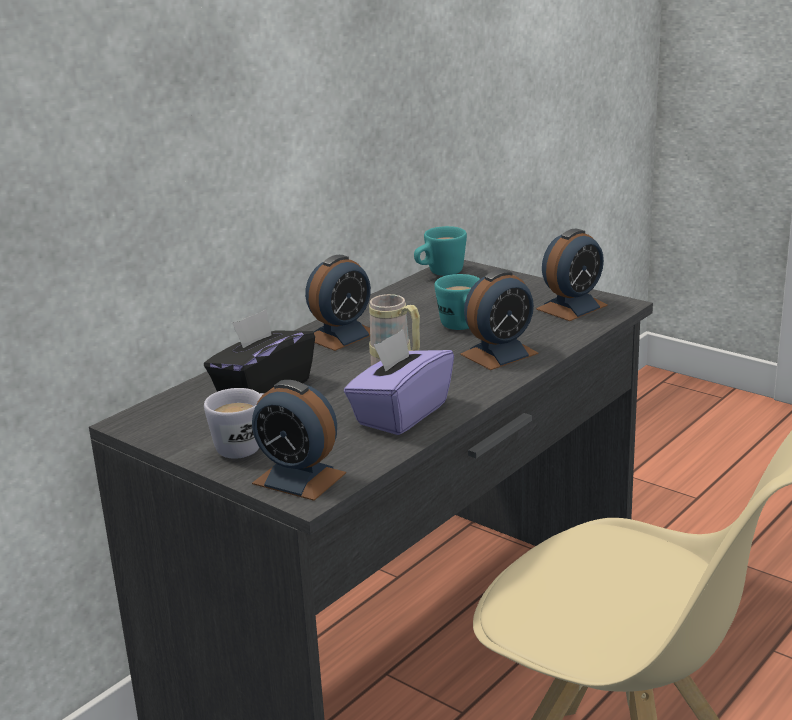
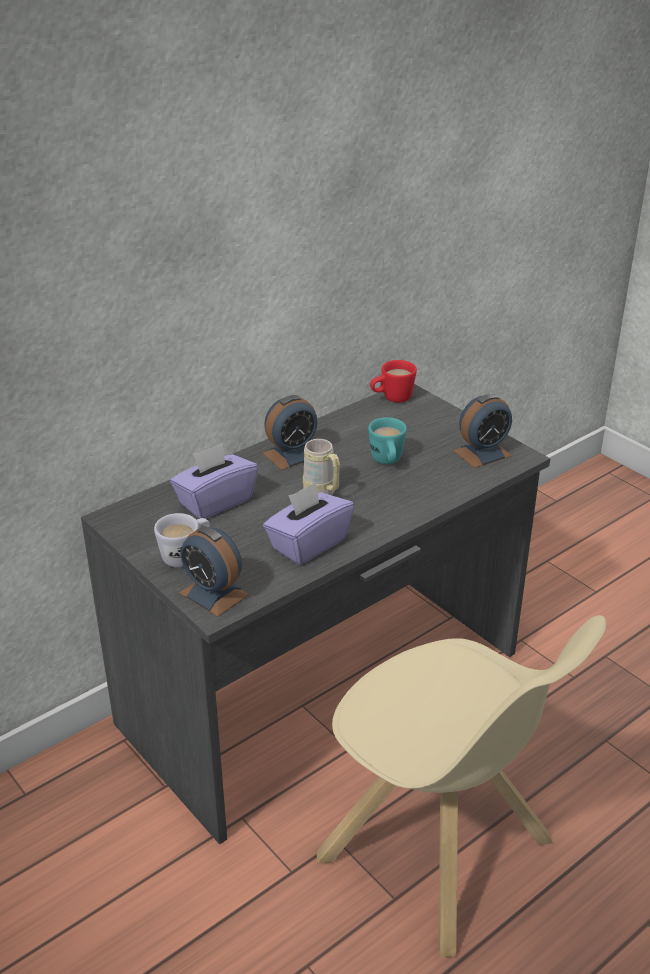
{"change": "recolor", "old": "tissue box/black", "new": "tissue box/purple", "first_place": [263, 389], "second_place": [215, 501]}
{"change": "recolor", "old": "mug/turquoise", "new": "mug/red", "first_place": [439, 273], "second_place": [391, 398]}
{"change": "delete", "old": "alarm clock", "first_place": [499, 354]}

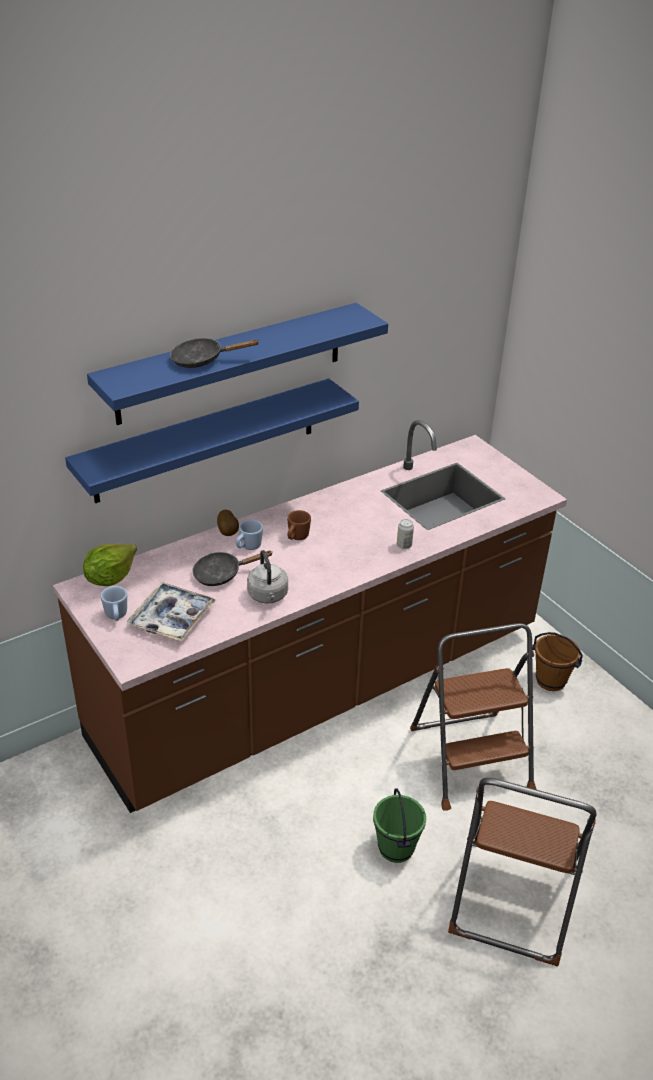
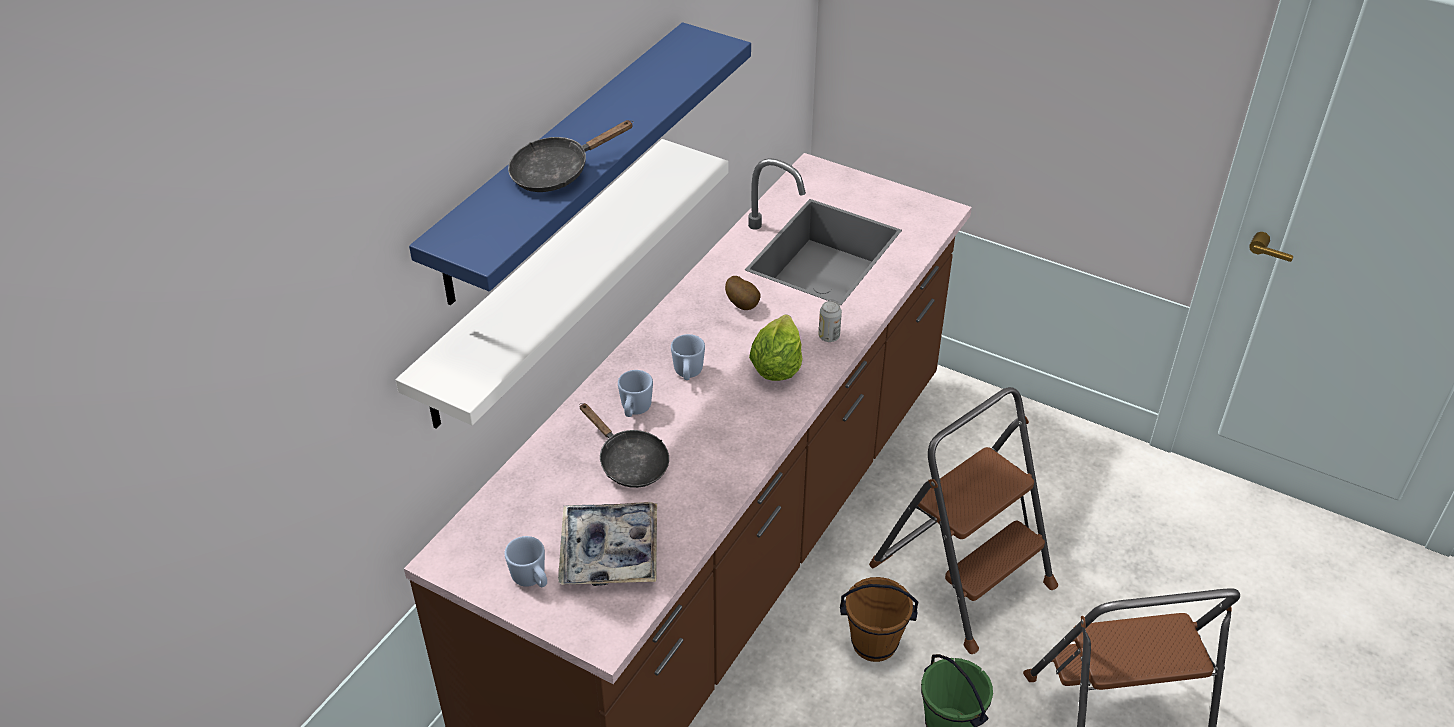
{"change": "recolor", "old": "shelf/blue", "new": "shelf/white", "first_place": [206, 440], "second_place": [546, 281]}
{"change": "rotate", "old": "frying pan/black", "first_place": [222, 574], "second_place": [629, 462], "degrees": -90}
{"change": "recolor", "old": "mug/brown", "new": "mug/blue", "first_place": [296, 538], "second_place": [688, 374]}
{"change": "move", "old": "potato", "first_place": [228, 532], "second_place": [743, 304]}
{"change": "move", "old": "lettuce", "first_place": [110, 577], "second_place": [776, 367]}
{"change": "move", "old": "bucket/brown", "first_place": [551, 680], "second_place": [874, 643]}
{"change": "delete", "old": "kettle/grey", "first_place": [268, 596]}

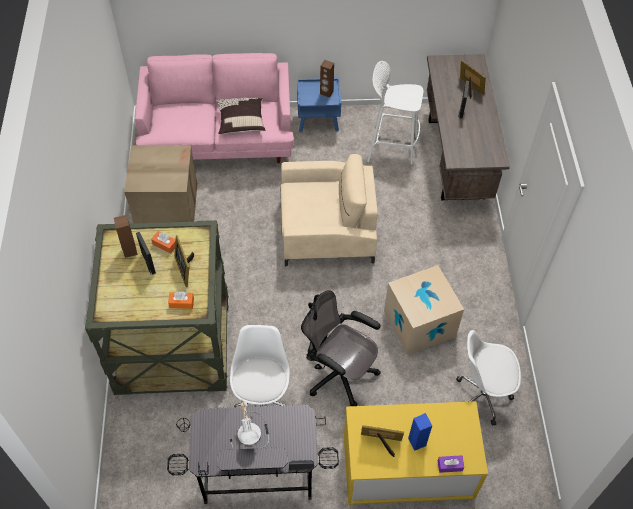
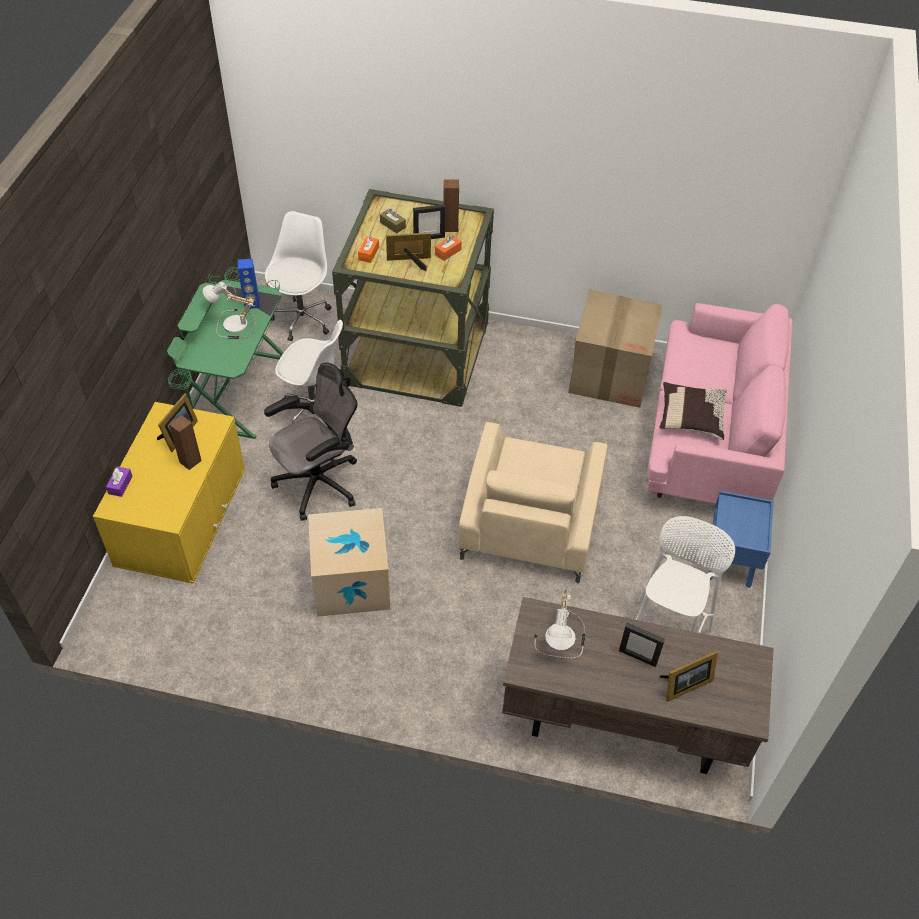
{"change": "recolor", "old": "desk/black", "new": "desk/green", "first_place": [257, 474], "second_place": [239, 391]}
{"change": "move", "old": "speaker/brown", "first_place": [326, 92], "second_place": [190, 461]}
{"change": "move", "old": "speaker/blue", "first_place": [417, 442], "second_place": [252, 304]}
{"change": "move", "old": "office chair/white", "first_place": [480, 397], "second_place": [303, 319]}
{"change": "insert", "new": "tissue box/brown", "second_place": [392, 225]}
{"change": "insert", "new": "table lamp", "second_place": [563, 640]}

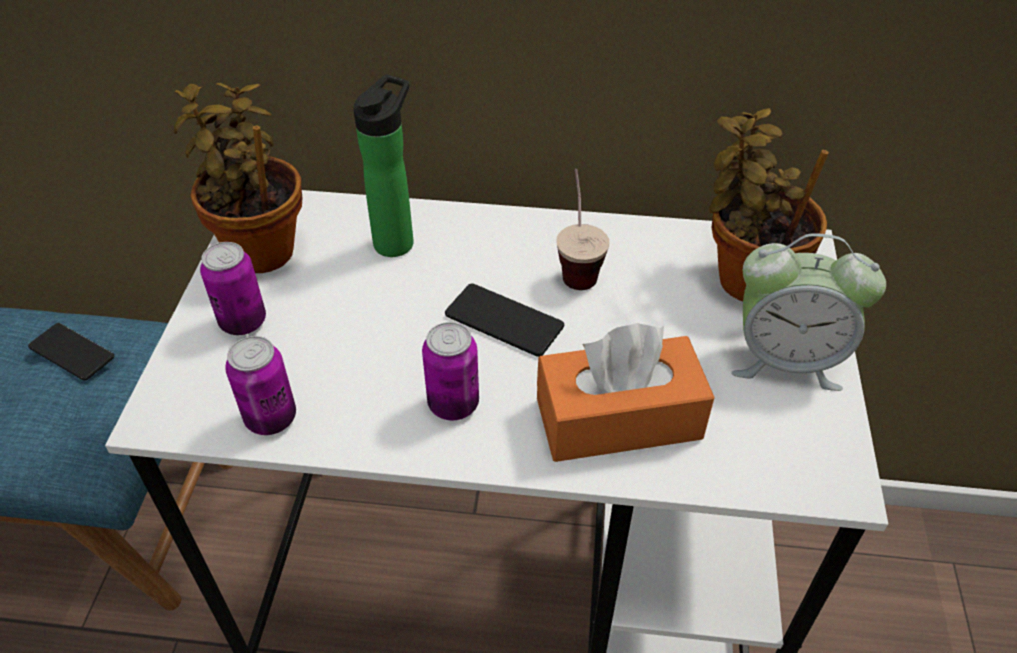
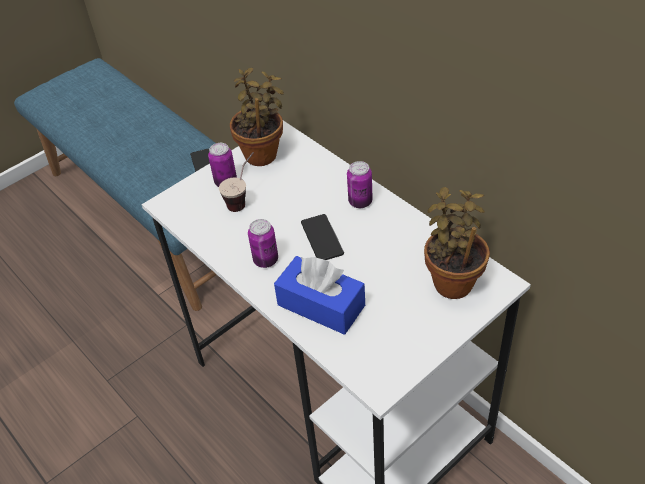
{"change": "move", "old": "cup", "first_place": [577, 265], "second_place": [243, 199]}
{"change": "recolor", "old": "tissue box/orange", "new": "tissue box/blue", "first_place": [618, 418], "second_place": [321, 305]}
{"change": "move", "old": "can", "first_place": [271, 418], "second_place": [360, 202]}
{"change": "delete", "old": "bottle", "first_place": [397, 240]}
{"change": "delete", "old": "alarm clock", "first_place": [786, 360]}

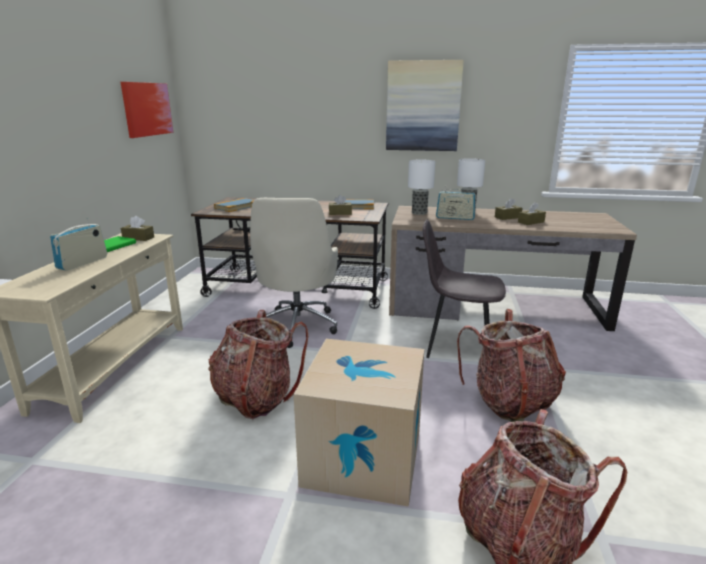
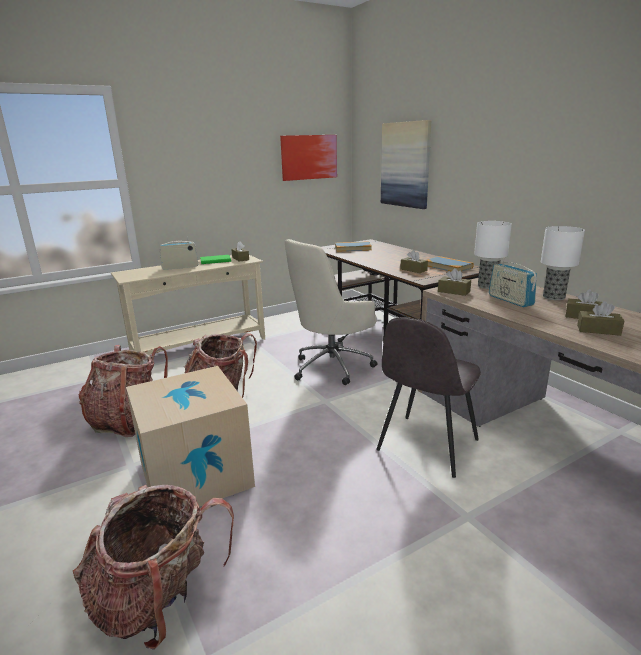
{"change": "move", "old": "backpack", "first_place": [509, 401], "second_place": [128, 421]}
{"change": "rotate", "old": "chair/grey", "first_place": [456, 345], "second_place": [426, 446], "degrees": -120}
{"change": "move", "old": "picture", "first_place": [423, 106], "second_place": [405, 165]}
{"change": "insert", "new": "tissue box/brown", "second_place": [453, 291]}

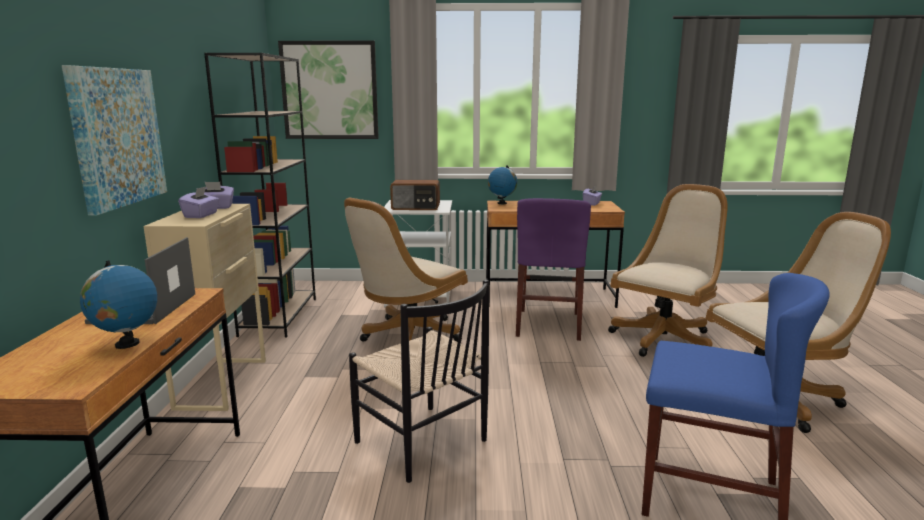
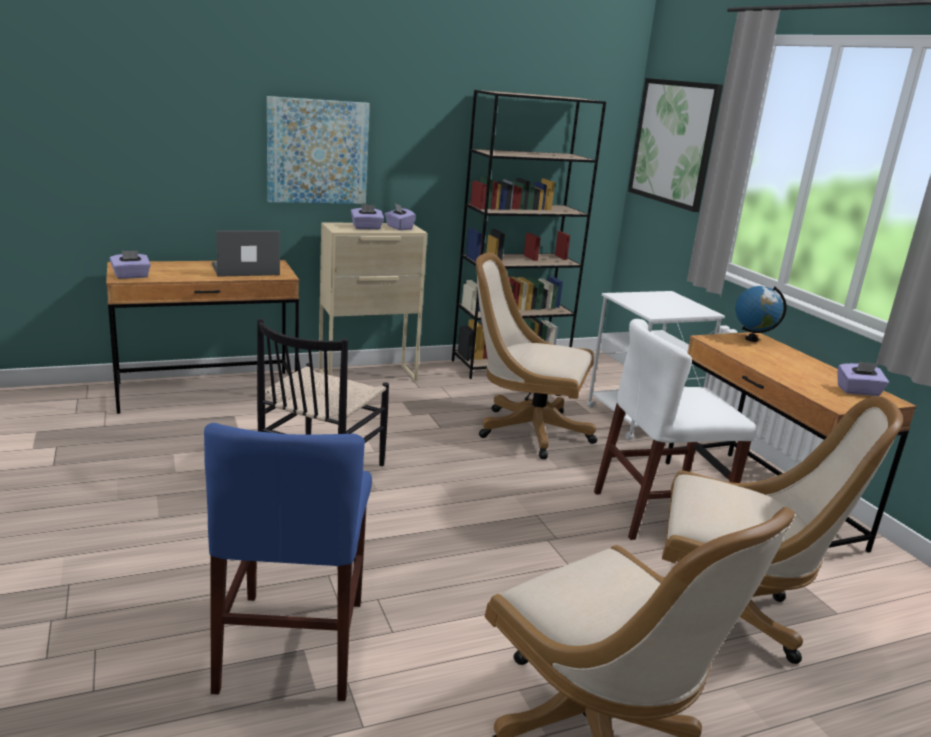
{"change": "insert", "new": "tissue box/purple", "second_place": [131, 276]}
{"change": "recolor", "old": "chair/purple", "new": "chair/white", "first_place": [548, 324], "second_place": [658, 511]}
{"change": "delete", "old": "globe", "first_place": [127, 344]}
{"change": "delete", "old": "radio", "first_place": [416, 207]}

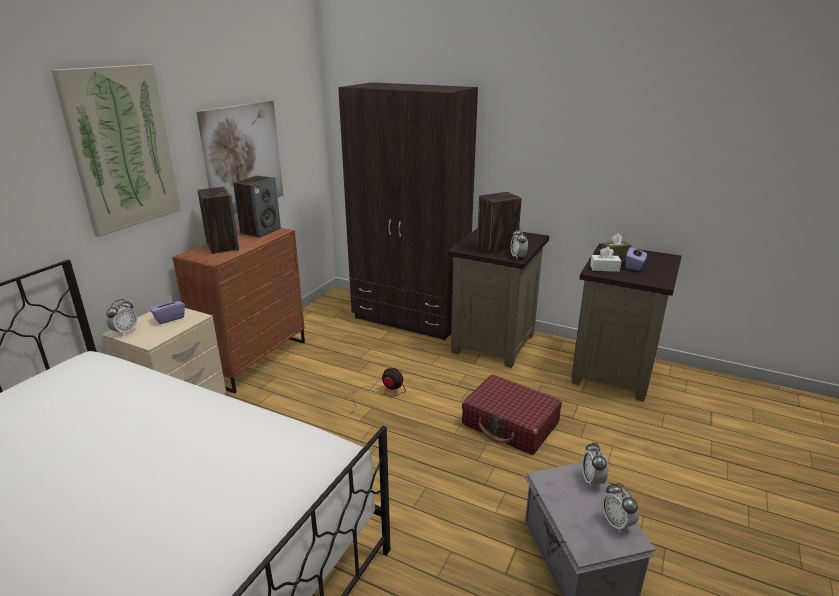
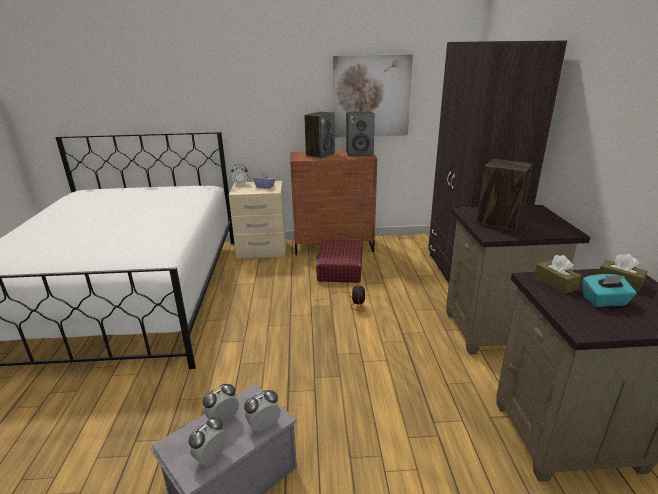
{"change": "move", "old": "alarm clock", "first_place": [518, 257], "second_place": [223, 420]}
{"change": "move", "old": "suitcase/red", "first_place": [510, 424], "second_place": [340, 269]}
{"change": "recolor", "old": "tissue box/white", "new": "tissue box/brown", "first_place": [604, 268], "second_place": [555, 283]}
{"change": "recolor", "old": "tissue box/purple", "new": "tissue box/turquoise", "first_place": [634, 266], "second_place": [604, 301]}
{"change": "delete", "old": "picture", "first_place": [122, 148]}

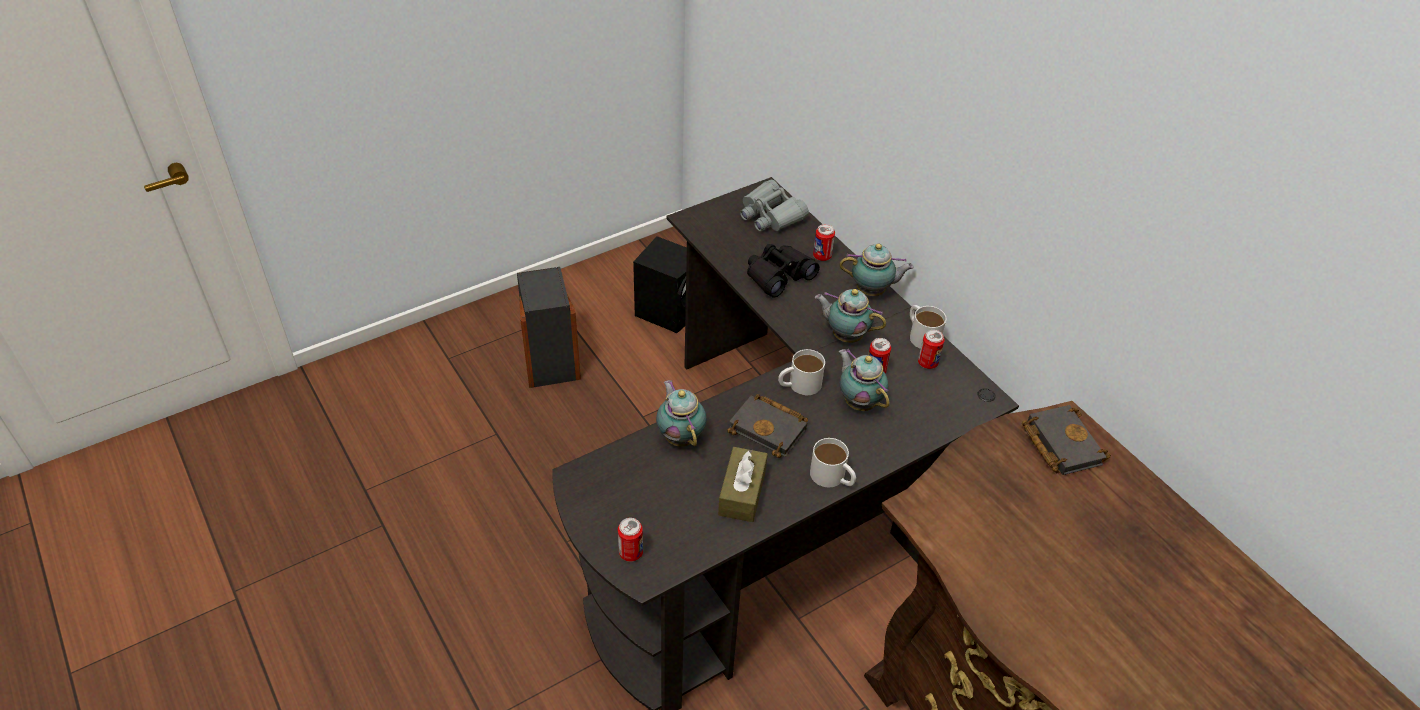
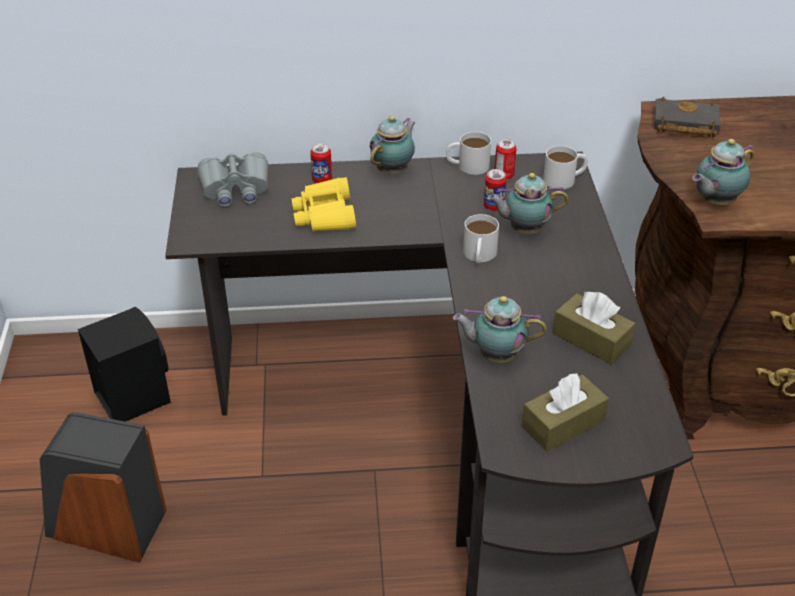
{"change": "recolor", "old": "binoculars/black", "new": "binoculars/yellow", "first_place": [778, 275], "second_place": [325, 215]}
{"change": "insert", "new": "tissue box/brown", "second_place": [563, 424]}
{"change": "move", "old": "mug/white", "first_place": [833, 477], "second_place": [565, 179]}
{"change": "move", "old": "teapot", "first_place": [845, 335], "second_place": [714, 202]}
{"change": "delete", "old": "can", "first_place": [631, 553]}
{"change": "delete", "old": "book/black", "first_place": [770, 429]}

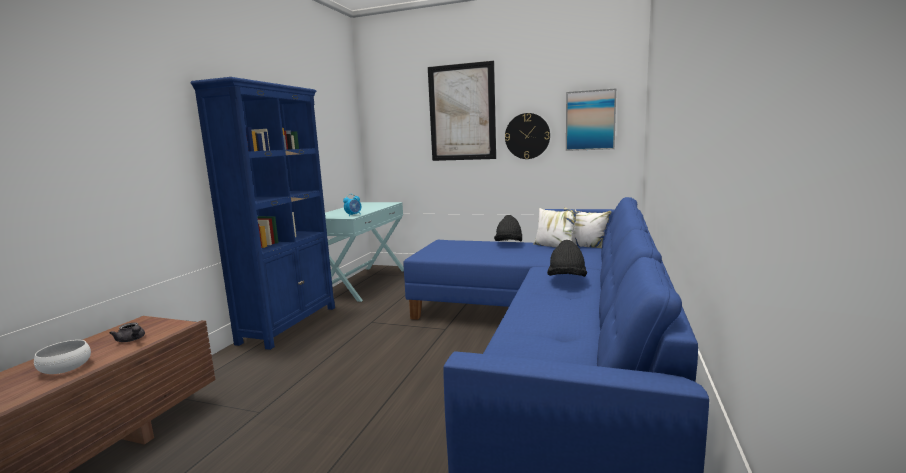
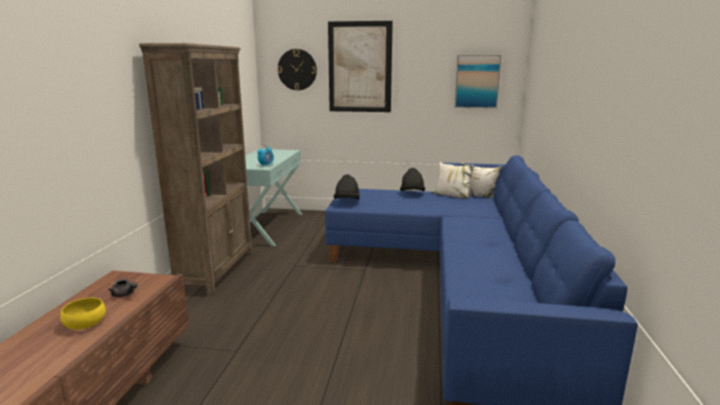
{"change": "recolor", "old": "bowl/white", "new": "bowl/yellow", "first_place": [66, 368], "second_place": [85, 323]}
{"change": "recolor", "old": "bookcase/blue", "new": "bookcase/brown", "first_place": [289, 324], "second_place": [217, 270]}
{"change": "move", "old": "wall clock", "first_place": [527, 136], "second_place": [297, 69]}
{"change": "move", "old": "hat/black", "first_place": [566, 279], "second_place": [347, 201]}

